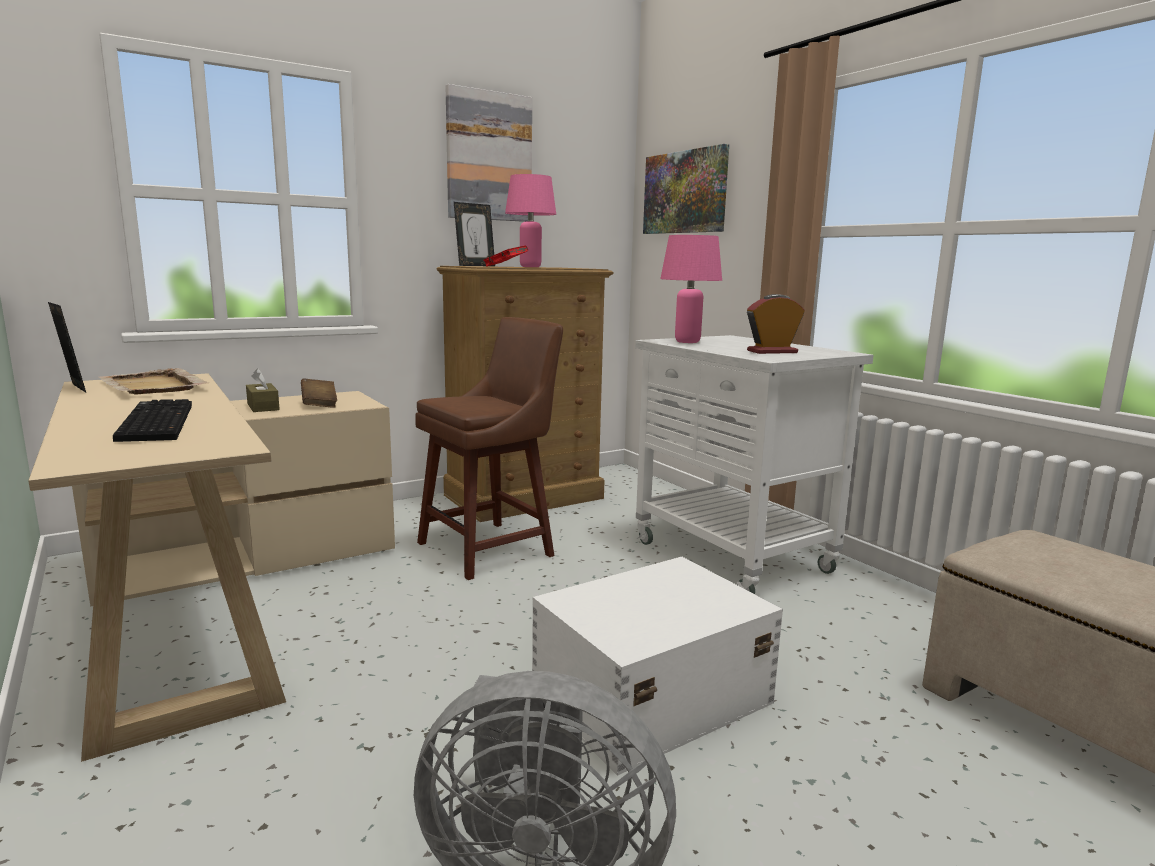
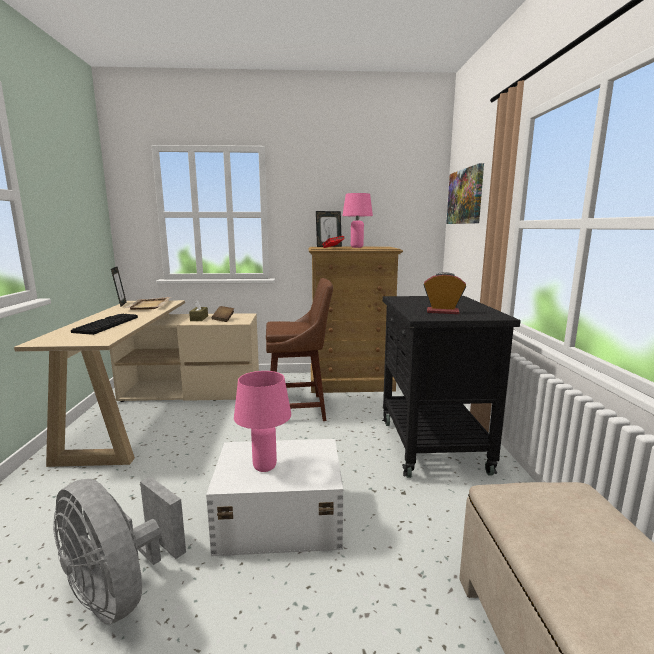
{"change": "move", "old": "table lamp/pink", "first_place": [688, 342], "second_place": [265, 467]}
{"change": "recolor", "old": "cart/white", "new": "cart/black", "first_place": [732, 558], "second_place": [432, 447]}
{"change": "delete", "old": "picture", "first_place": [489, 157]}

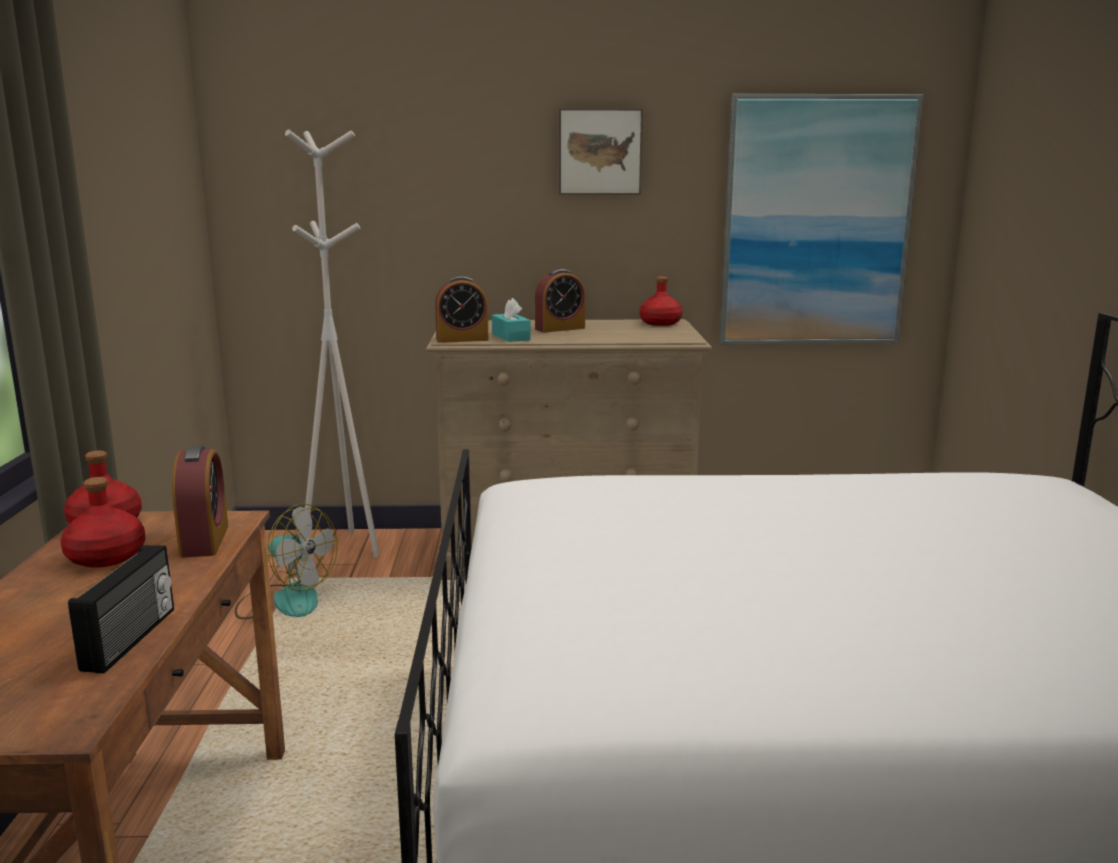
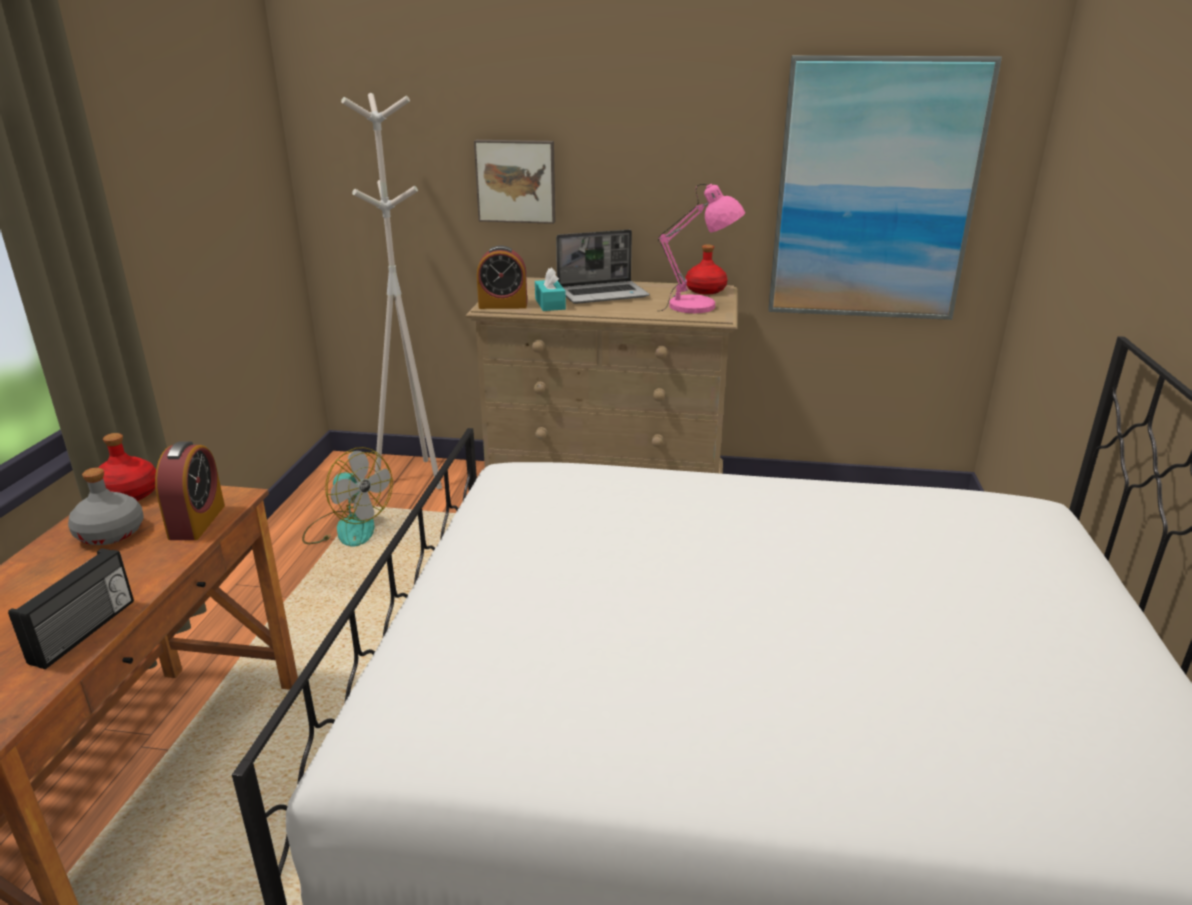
{"change": "recolor", "old": "bottle/red", "new": "bottle/grey", "first_place": [105, 557], "second_place": [110, 534]}
{"change": "move", "old": "picture", "first_place": [599, 152], "second_place": [516, 181]}
{"change": "replace", "old": "alarm clock", "new": "laptop", "first_place": [560, 329], "second_place": [603, 294]}
{"change": "insert", "new": "table lamp/pink", "second_place": [698, 307]}

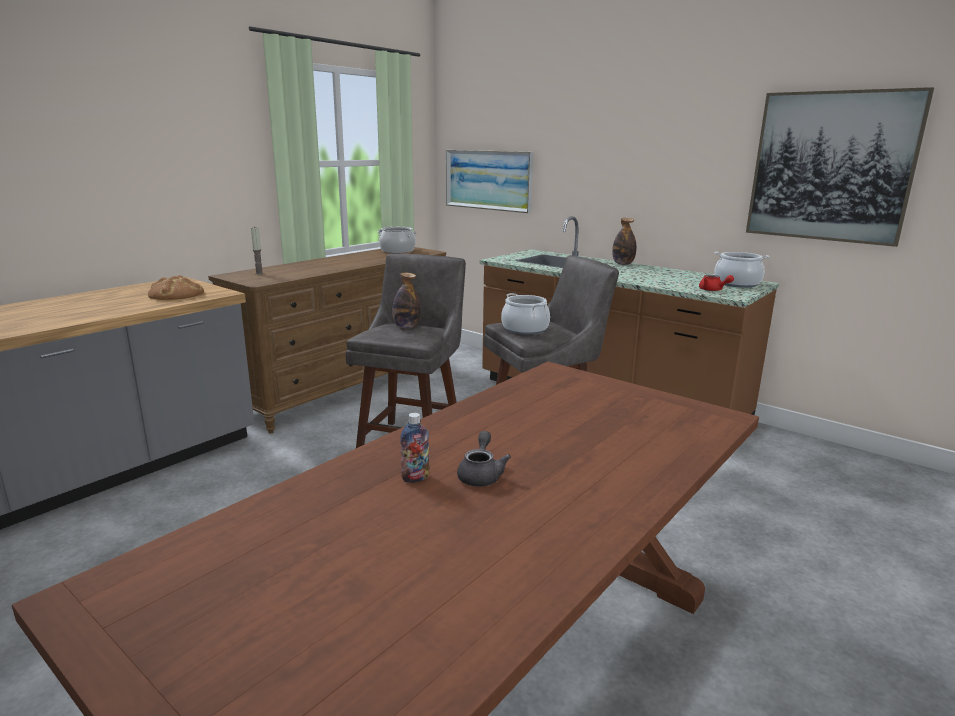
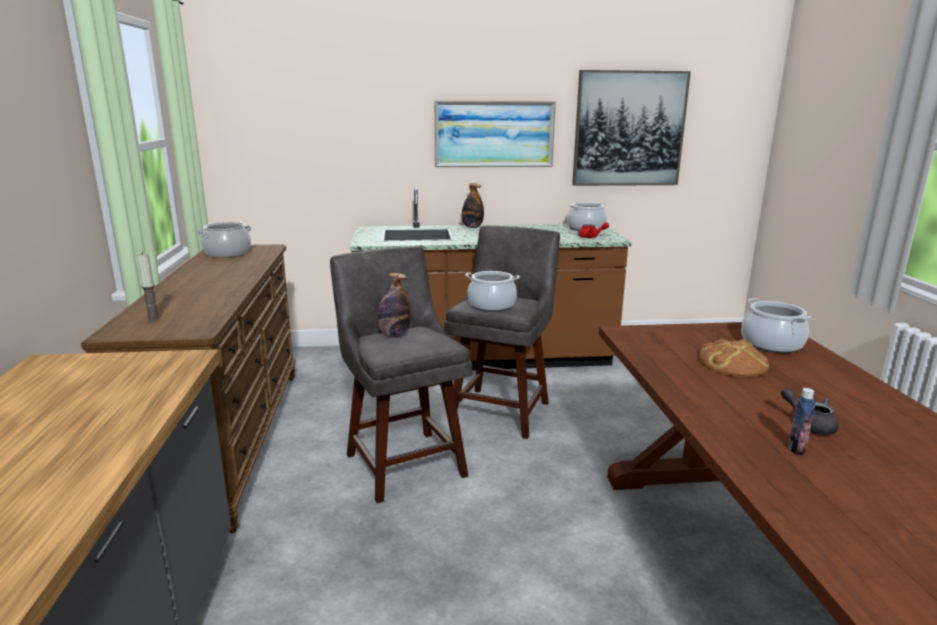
{"change": "move", "old": "picture", "first_place": [488, 180], "second_place": [494, 134]}
{"change": "move", "old": "bread", "first_place": [176, 294], "second_place": [732, 363]}
{"change": "insert", "new": "cooking pot", "second_place": [771, 344]}

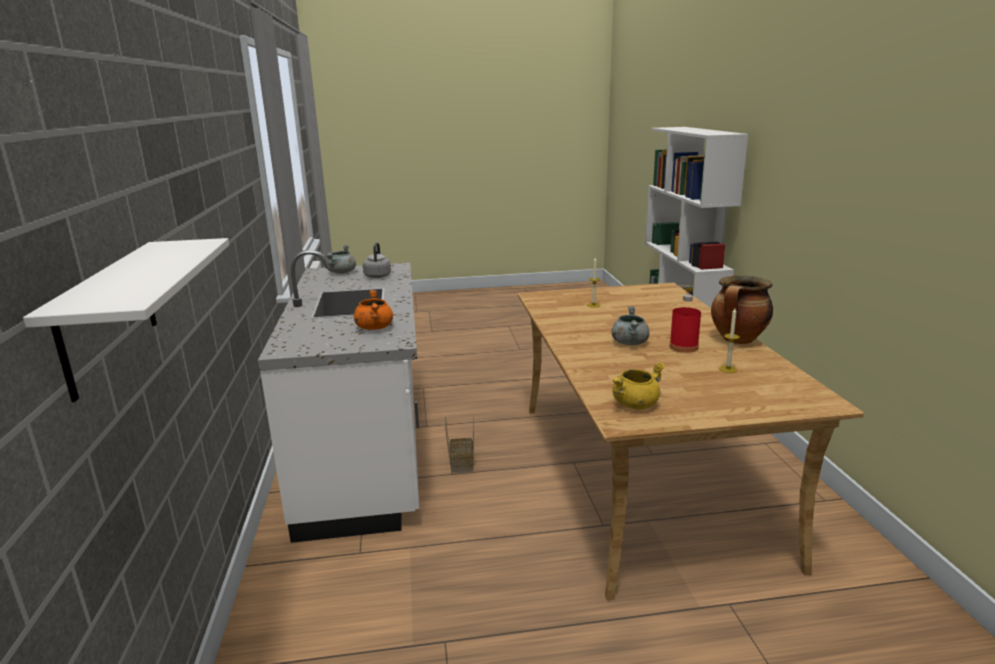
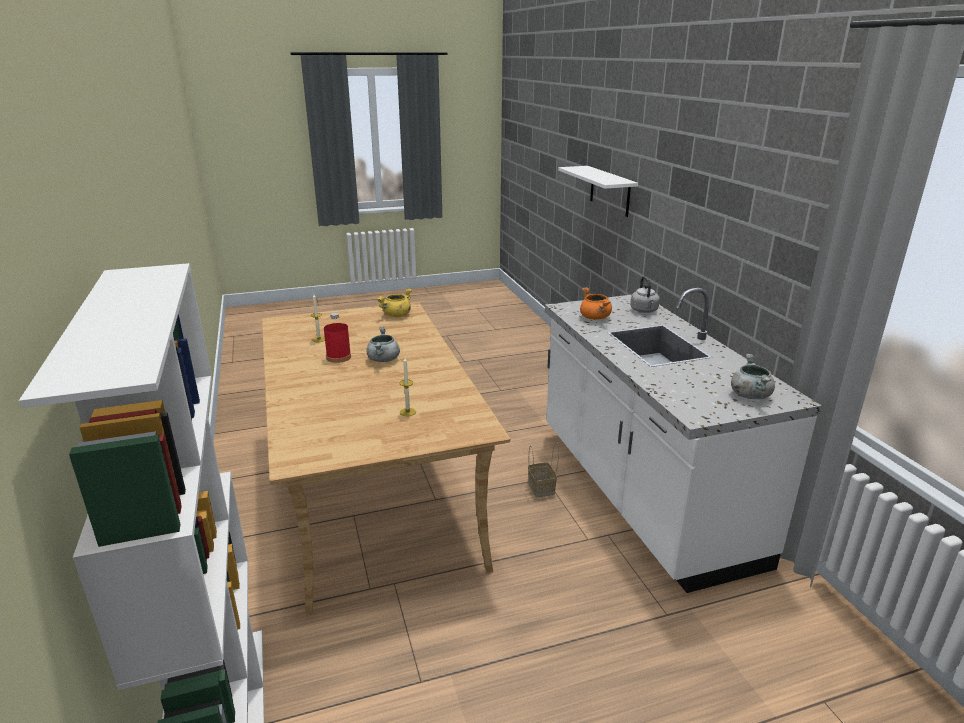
{"change": "move", "old": "kettle/grey", "first_place": [378, 276], "second_place": [644, 311]}
{"change": "delete", "old": "cooking pot", "first_place": [738, 340]}

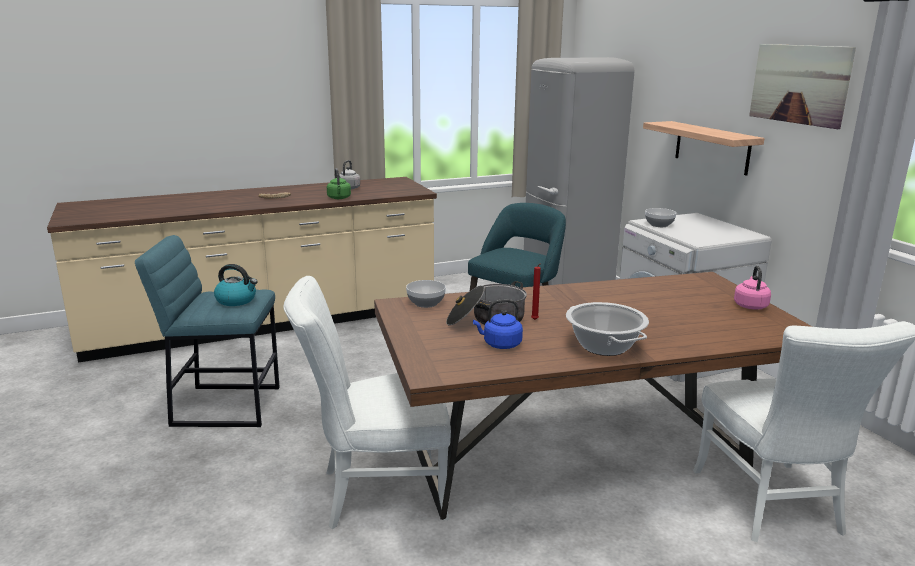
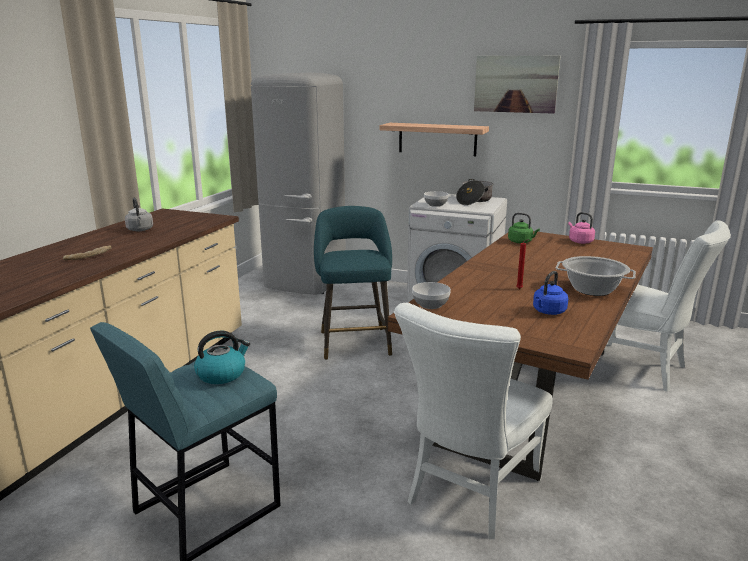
{"change": "move", "old": "cooking pot", "first_place": [486, 320], "second_place": [474, 200]}
{"change": "move", "old": "kettle/green", "first_place": [339, 198], "second_place": [521, 242]}

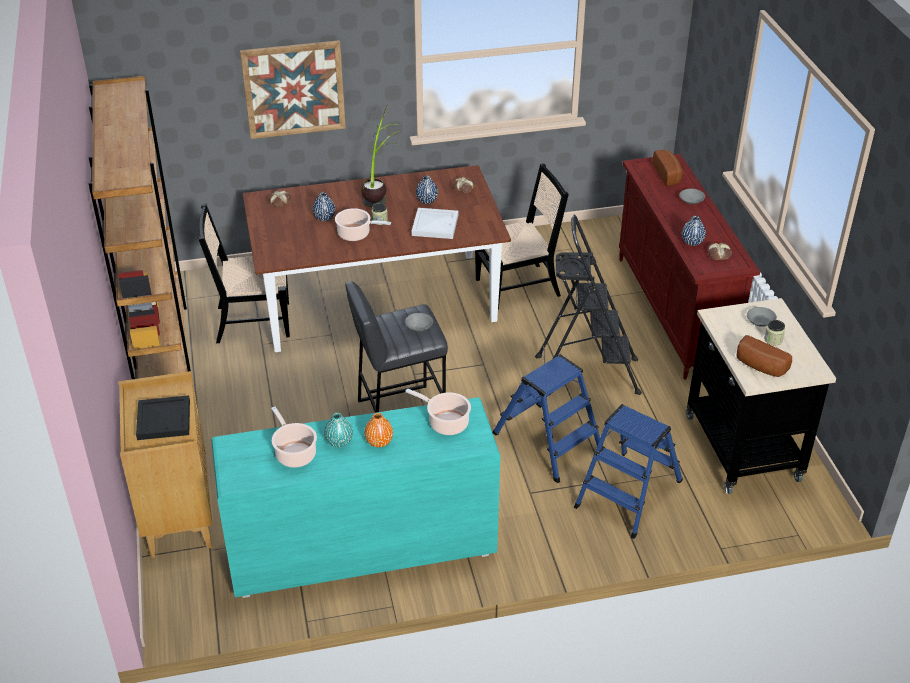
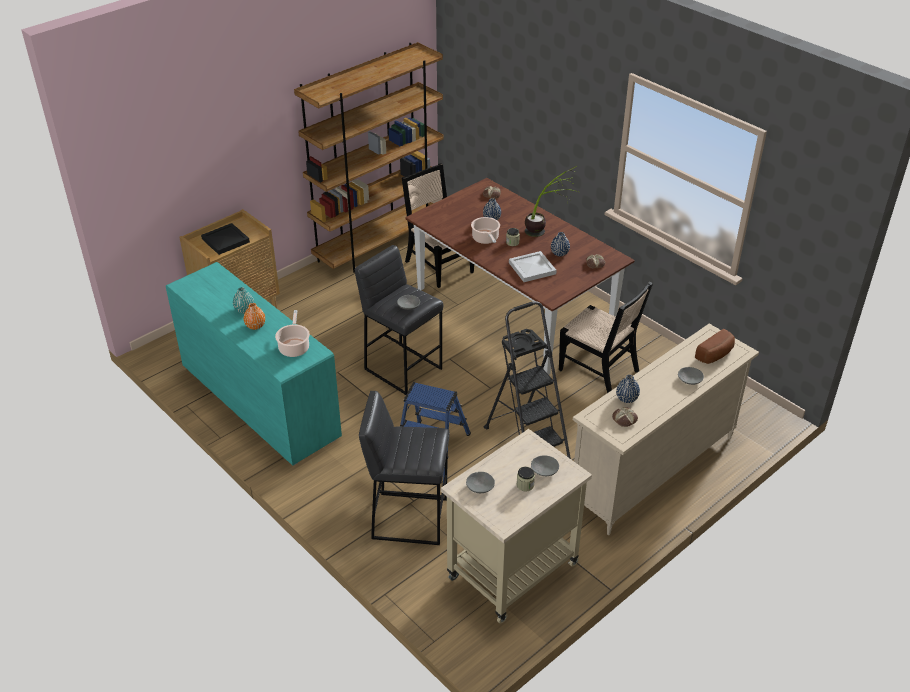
{"change": "replace", "old": "step ladder/blue", "new": "stool/grey", "first_place": [628, 493], "second_place": [408, 518]}
{"change": "recolor", "old": "cart/black", "new": "cart/beige", "first_place": [743, 449], "second_place": [513, 573]}
{"change": "replace", "old": "bread", "new": "bowl/grey", "first_place": [759, 367], "second_place": [480, 486]}
{"change": "recolor", "old": "dresser/red", "new": "dresser/beige", "first_place": [673, 313], "second_place": [654, 472]}
{"change": "delete", "old": "picture", "first_place": [294, 89]}
{"change": "delete", "old": "cooking pot", "first_place": [294, 453]}

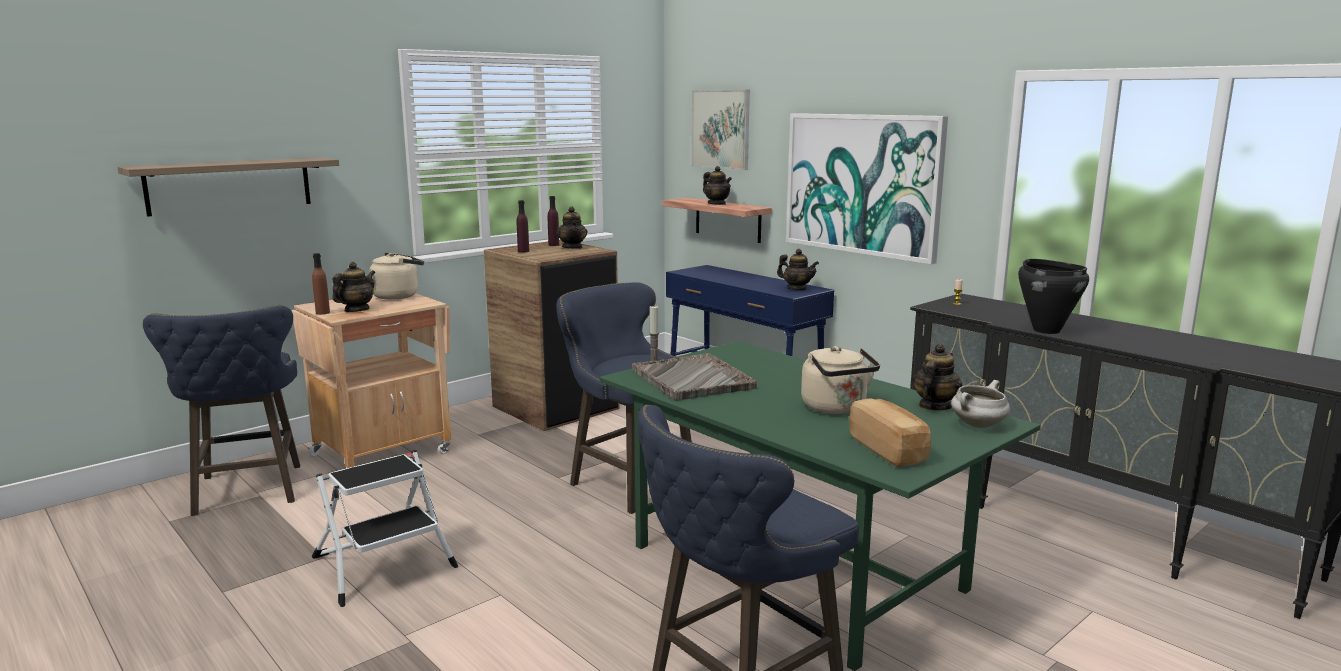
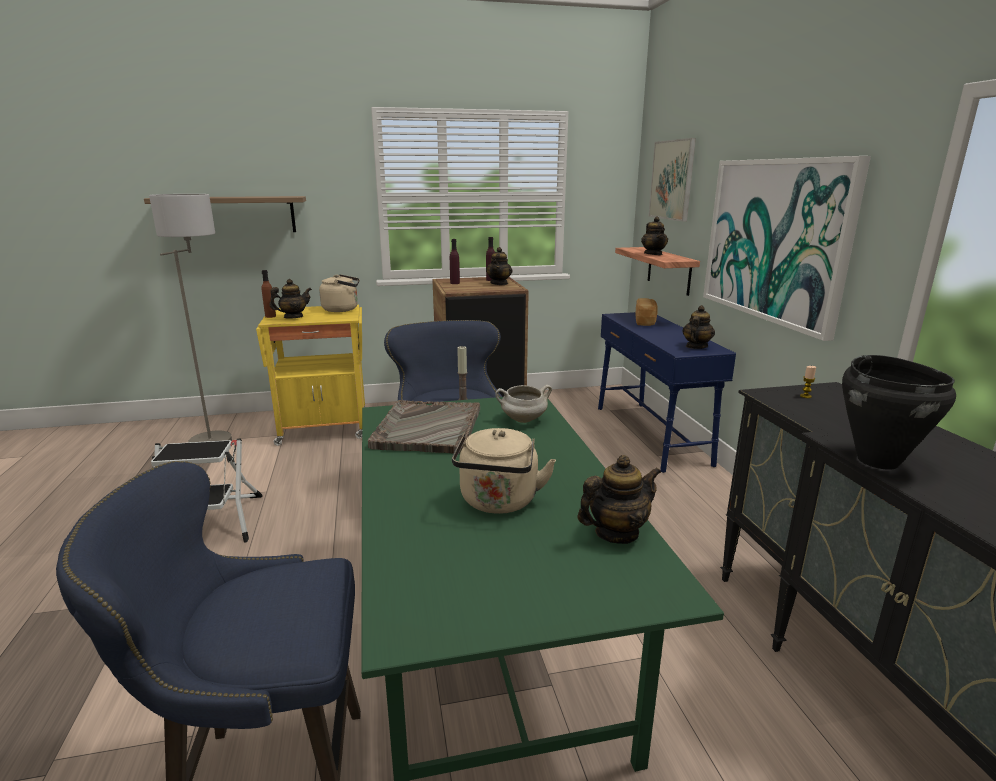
{"change": "replace", "old": "stool/blue", "new": "floor lamp/grey", "first_place": [247, 492], "second_place": [218, 438]}
{"change": "recolor", "old": "cart/brown", "new": "cart/yellow", "first_place": [383, 453], "second_place": [325, 428]}
{"change": "move", "old": "cooking pot/white", "first_place": [978, 425], "second_place": [523, 420]}
{"change": "move", "old": "bread", "first_place": [889, 450], "second_place": [645, 321]}
{"change": "rotate", "old": "teapot", "first_place": [797, 289], "second_place": [696, 347], "degrees": -120}

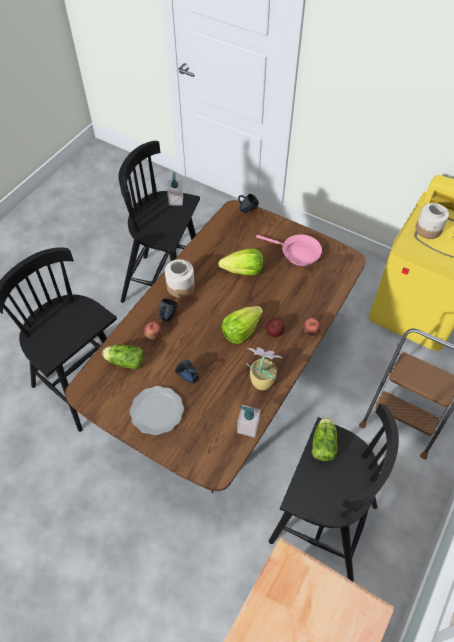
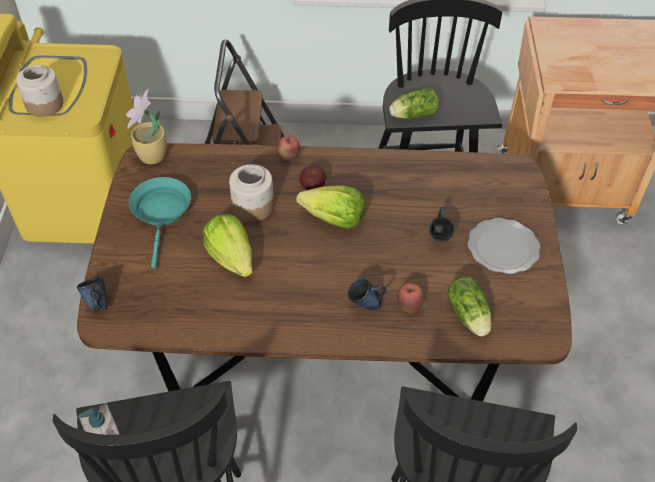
{"change": "move", "old": "potted plant", "first_place": [261, 381], "second_place": [152, 157]}
{"change": "recolor", "old": "frying pan/pink", "new": "frying pan/turquoise", "first_place": [297, 253], "second_place": [162, 213]}
{"change": "move", "old": "jar", "first_place": [180, 286], "second_place": [252, 206]}
{"change": "delete", "old": "soap dispenser", "first_place": [248, 427]}

